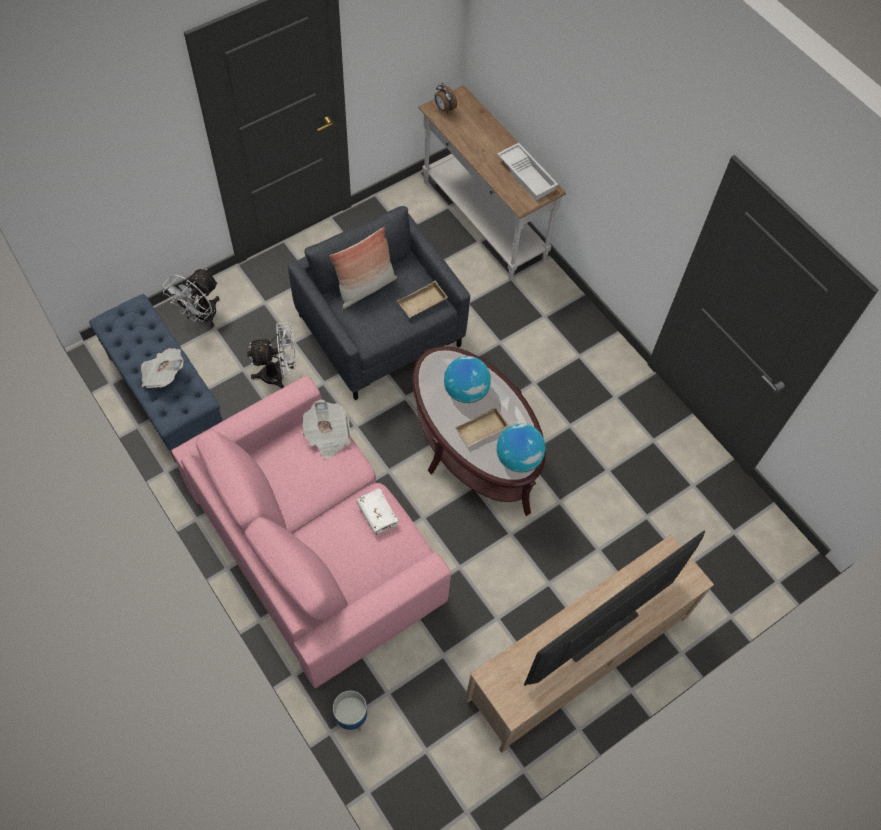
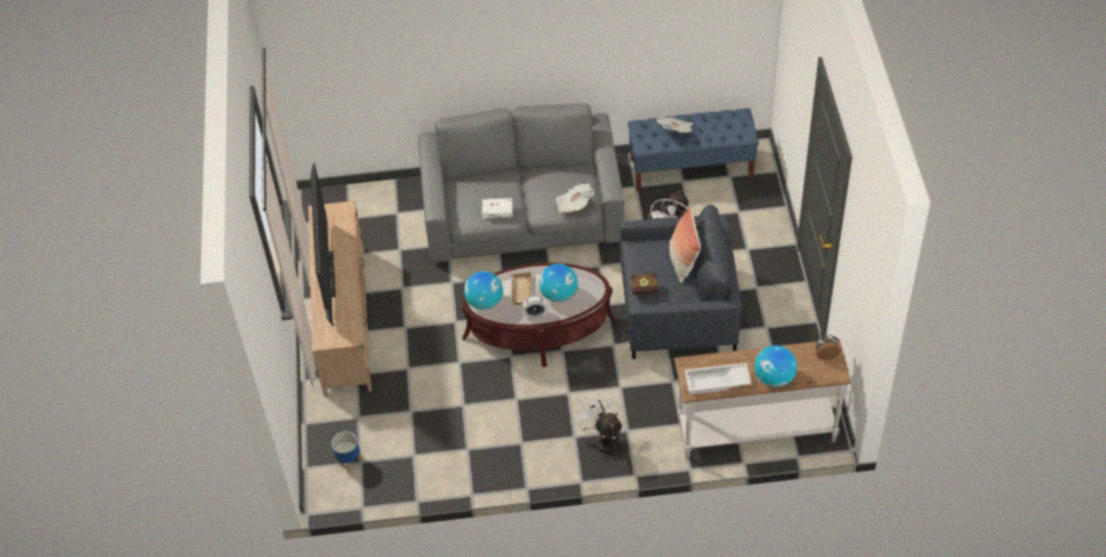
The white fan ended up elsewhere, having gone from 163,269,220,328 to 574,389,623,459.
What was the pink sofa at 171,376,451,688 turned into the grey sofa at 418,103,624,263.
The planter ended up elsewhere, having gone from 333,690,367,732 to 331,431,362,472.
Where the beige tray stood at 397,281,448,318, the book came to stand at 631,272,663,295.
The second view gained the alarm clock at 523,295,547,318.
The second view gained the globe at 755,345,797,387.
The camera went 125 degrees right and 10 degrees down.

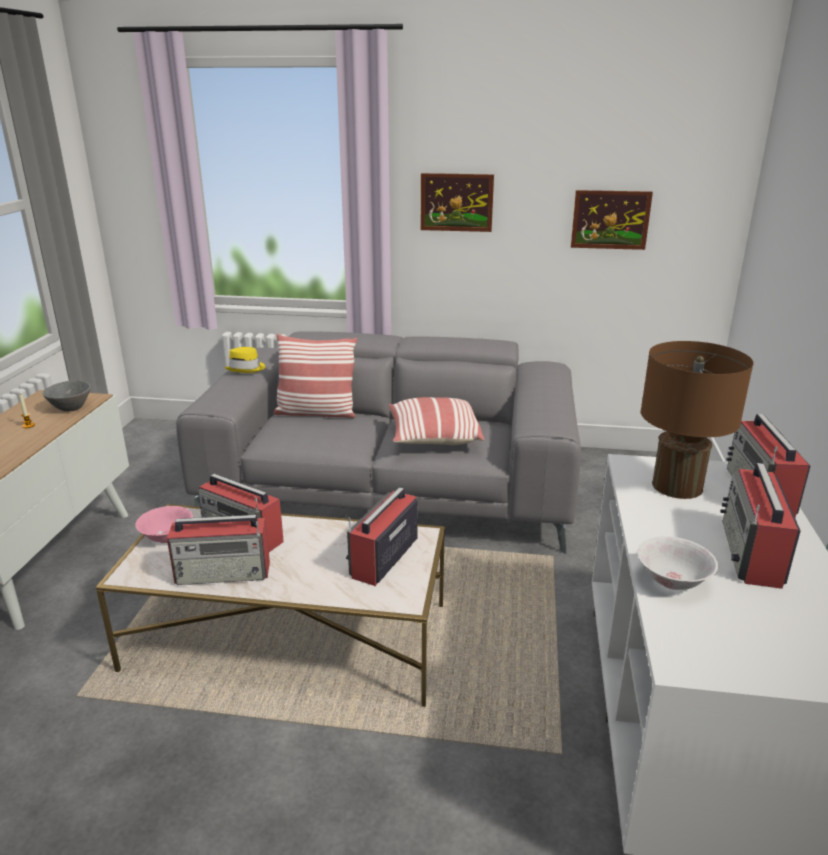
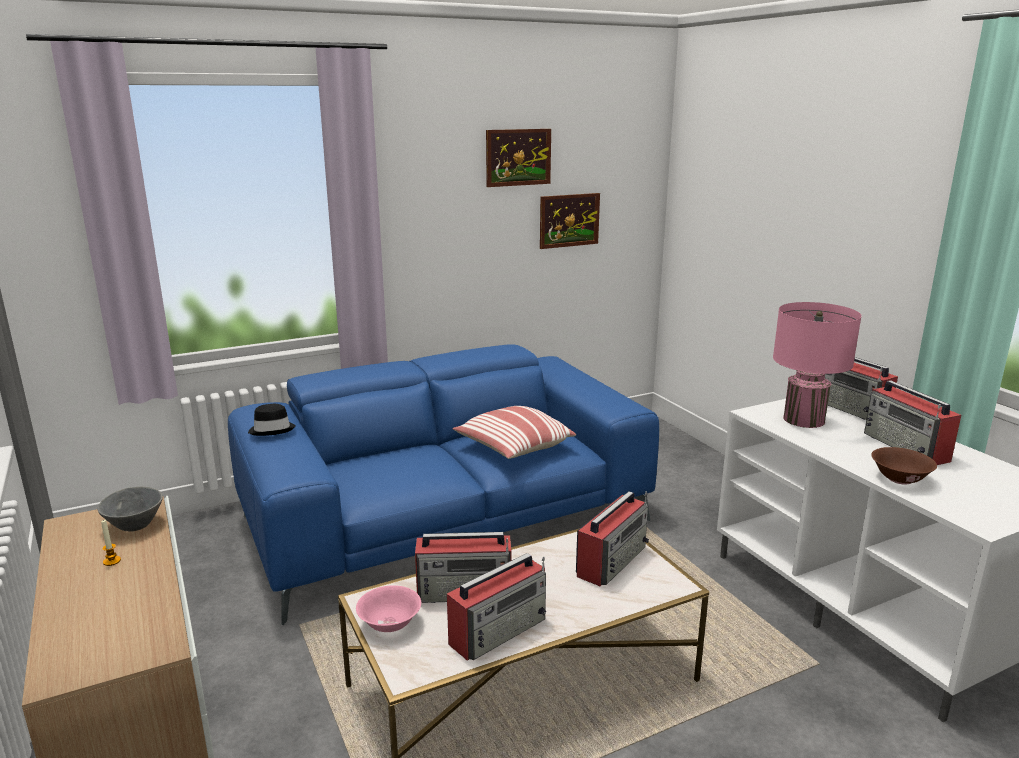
What was the grey sofa at 176,331,581,554 turned into the blue sofa at 228,344,659,625.
What was the yellow hat at 224,347,265,373 turned into the black hat at 248,404,296,436.
The second view lost the pillow at 273,334,357,418.
The radio at 346,487,417,586 ended up facing another way, 135 degrees counterclockwise from before.
The picture ended up elsewhere, having gone from 421,173,494,232 to 486,129,551,187.
What was the white bowl at 637,536,718,590 turned into the brown bowl at 871,447,937,485.
What was the brown table lamp at 641,341,754,499 turned into the pink table lamp at 773,302,862,428.
The camera went 35 degrees left and 5 degrees down.

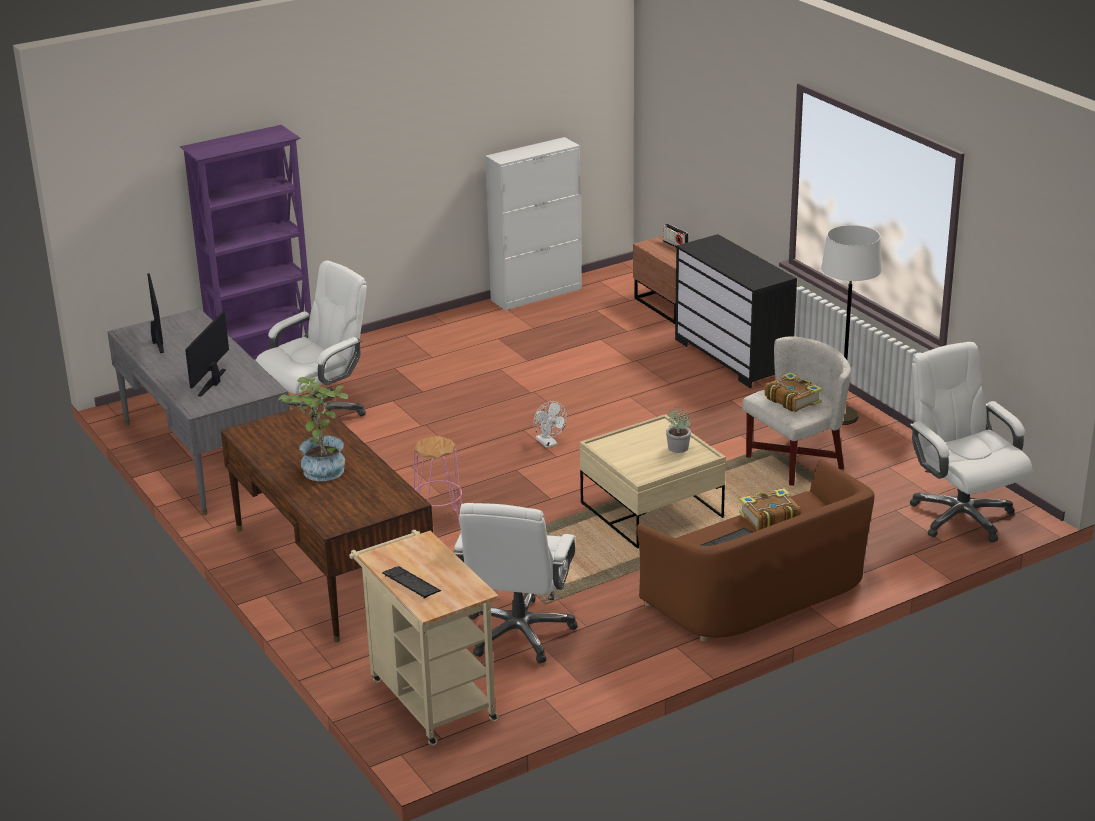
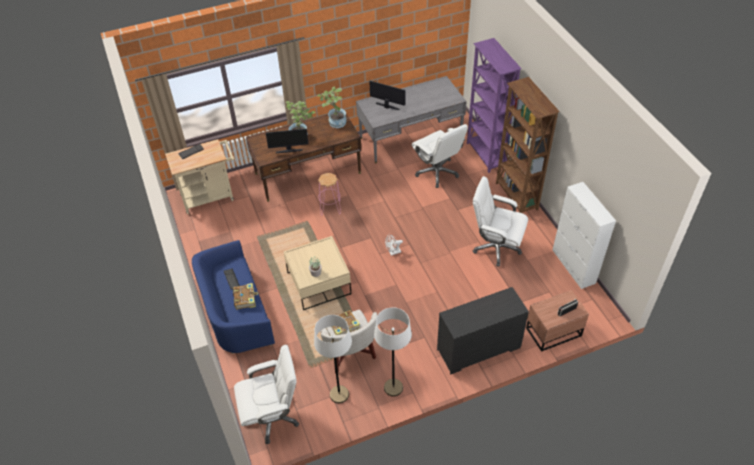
The monitor ended up elsewhere, having gone from 147,273,164,353 to 266,128,309,153.
The white office chair ended up elsewhere, having gone from 453,503,578,663 to 473,176,528,266.
What was the brown sofa at 636,460,874,642 turned into the blue sofa at 192,240,275,354.
The second view gained the white floor lamp at 314,315,352,403.
The second view gained the potted plant at 317,87,347,128.
The second view gained the brown bookcase at 496,77,560,213.
The camera went 100 degrees right and 20 degrees up.

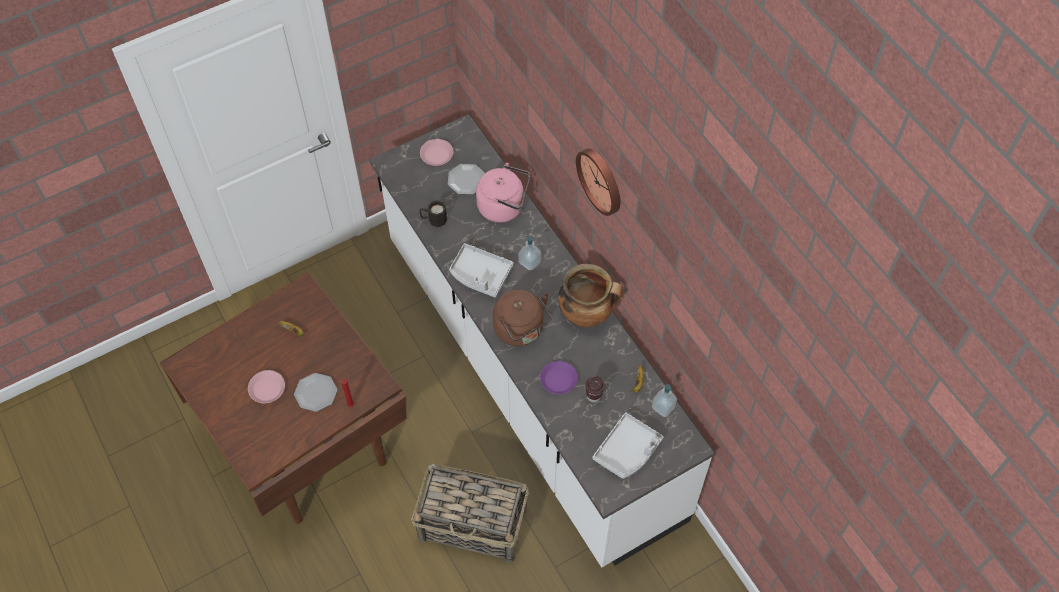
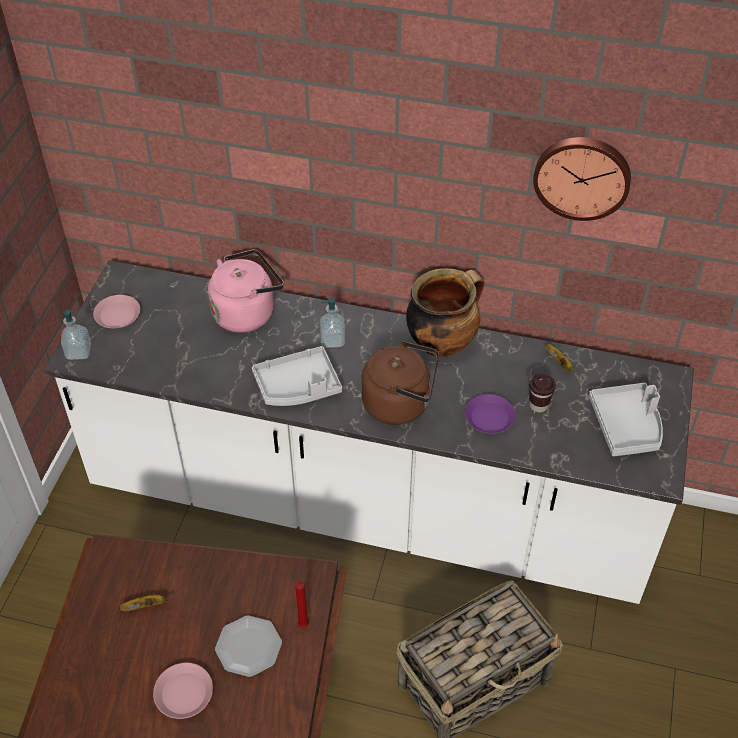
The second view lost the black mug at 419,200,447,227.
The second view lost the plate at 448,164,485,195.
The wall clock ended up elsewhere, having gone from 576,149,621,216 to 533,137,631,221.
The soap dispenser ended up elsewhere, having gone from 652,384,677,417 to 61,309,91,360.
The camera went 45 degrees left and 10 degrees down.

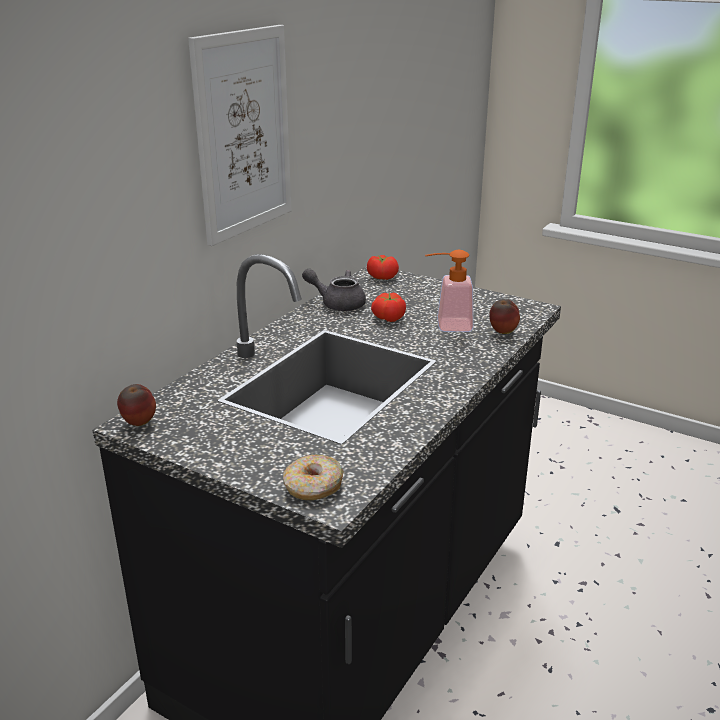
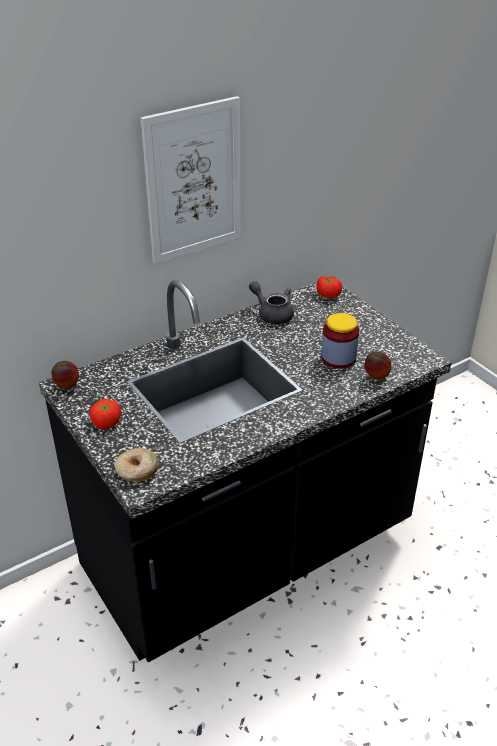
The tomato ended up elsewhere, having gone from 371,292,406,322 to 89,399,121,430.
Where the soap dispenser stood at 425,250,474,332, the jar came to stand at 321,313,359,369.
The camera went 25 degrees right and 10 degrees up.

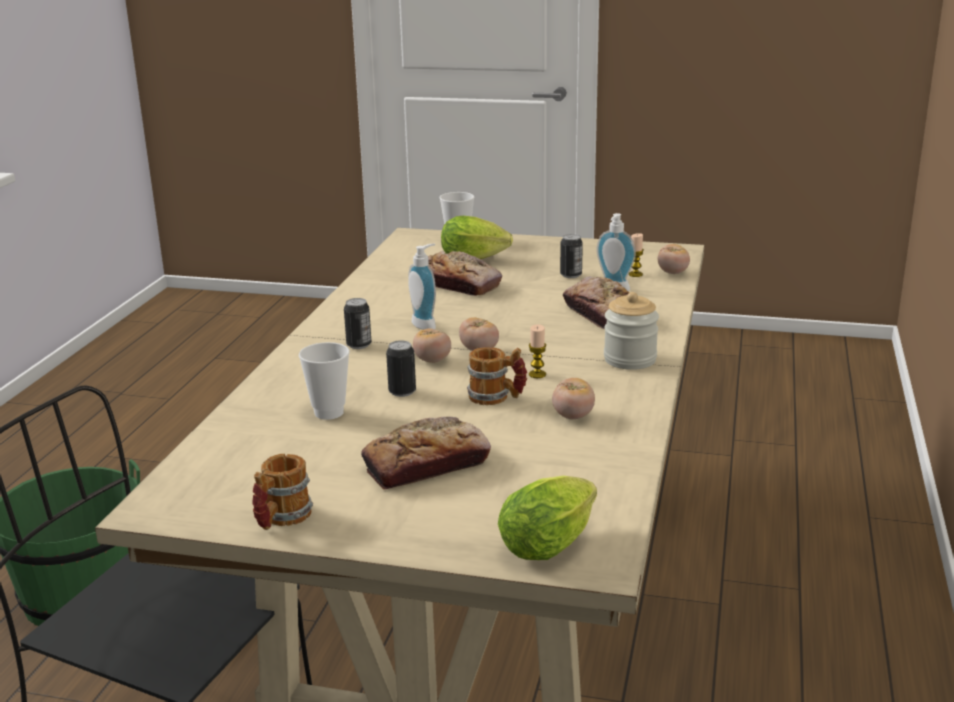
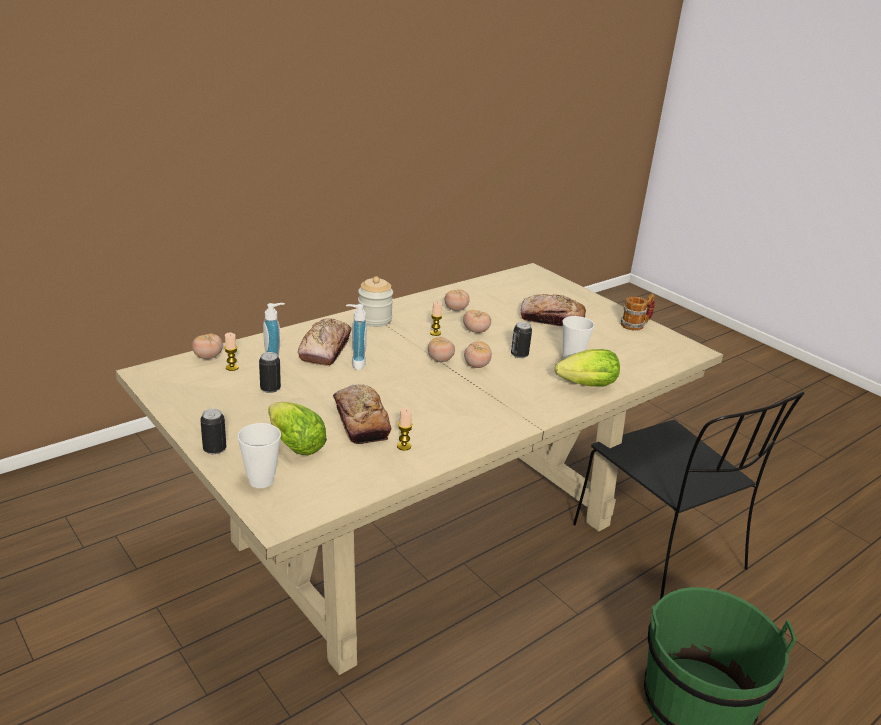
The can ended up elsewhere, having gone from 344,298,371,349 to 200,408,226,454.
The soap dispenser ended up elsewhere, having gone from 408,244,436,330 to 346,304,367,370.
Where the mug stood at 467,347,527,405, the tomato came to stand at 463,310,491,333.
The lettuce ended up elsewhere, having gone from 498,475,597,560 to 555,349,620,386.
The second view gained the candle at 397,408,413,451.
The camera went 145 degrees left and 5 degrees up.

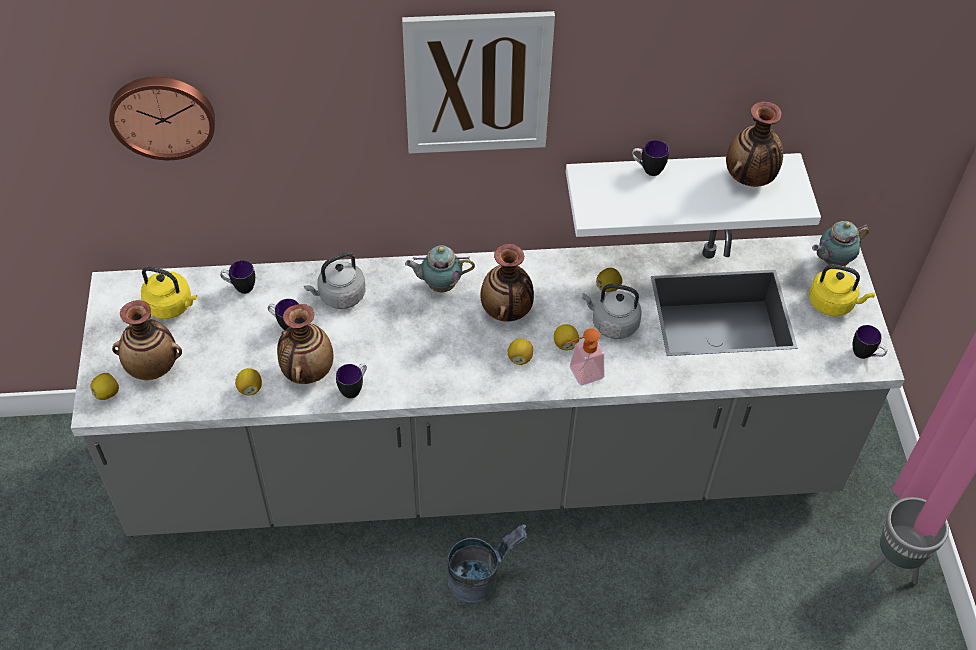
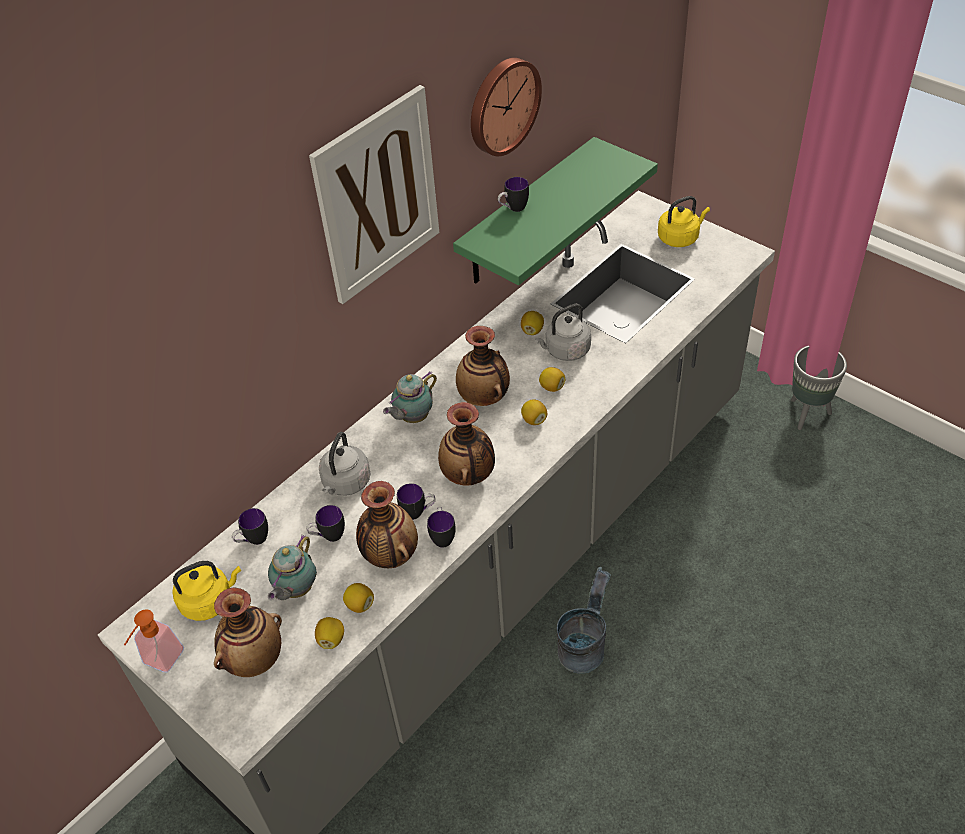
The lemon ended up elsewhere, having gone from 90,373,119,400 to 315,617,344,649.
The wall clock ended up elsewhere, having gone from 109,77,215,160 to 471,58,542,156.
What was the white shelf at 566,153,821,237 turned into the green shelf at 453,137,658,285.
The soap dispenser ended up elsewhere, having gone from 566,328,604,385 to 124,609,184,672.
The vase ended up elsewhere, having gone from 726,102,783,187 to 438,402,495,486.
The teapot ended up elsewhere, having gone from 812,221,869,266 to 268,535,317,600.
The mug ended up elsewhere, having gone from 853,325,887,359 to 397,483,436,520.
The camera went 40 degrees left and 5 degrees down.

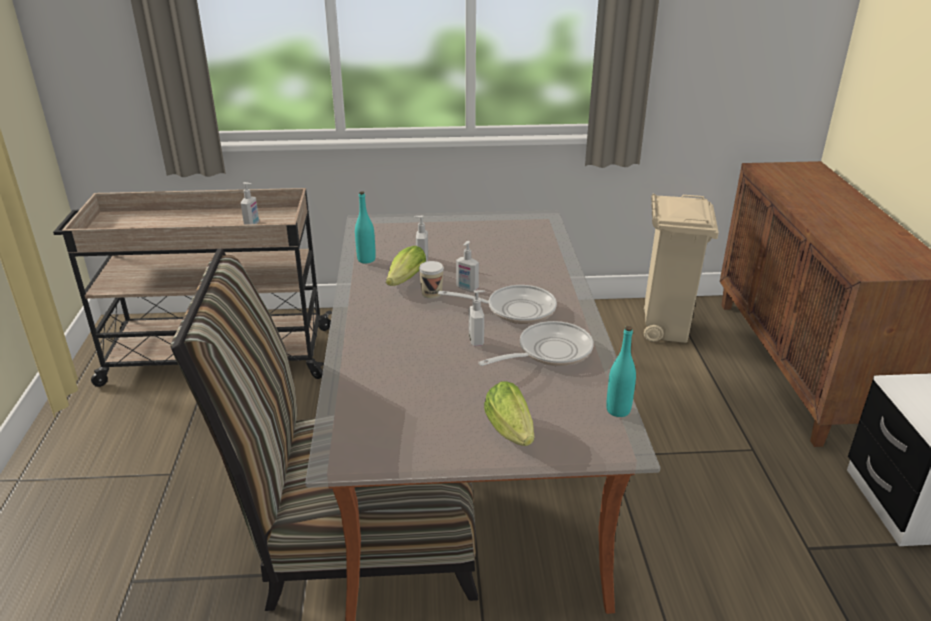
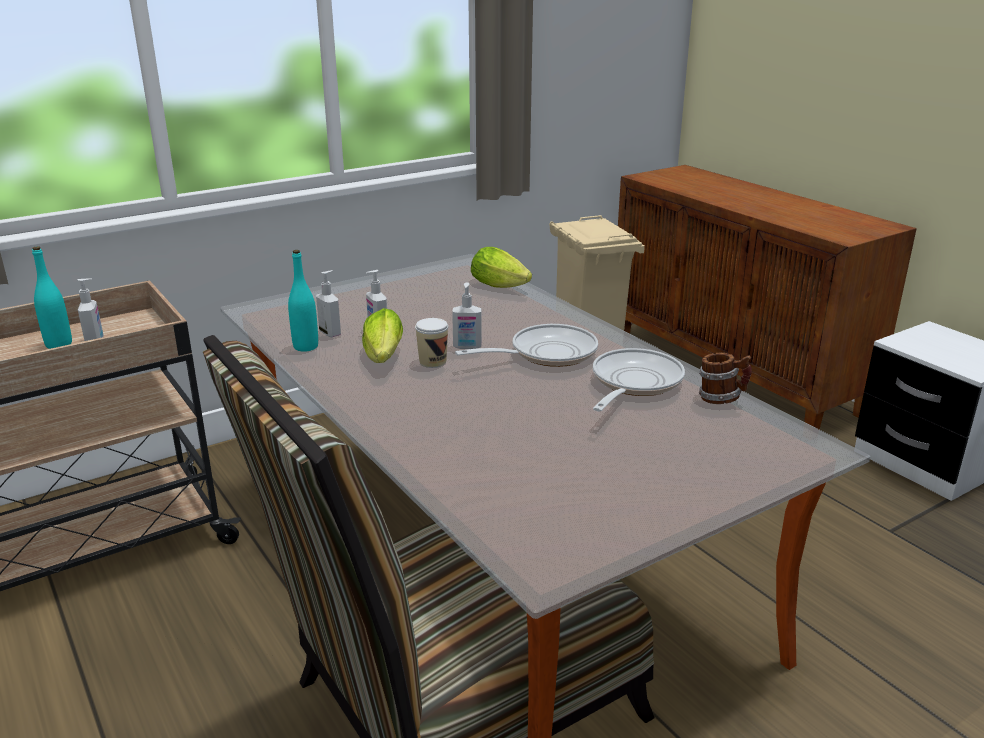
The soap dispenser ended up elsewhere, having gone from 469,290,485,346 to 316,270,341,337.
The lettuce ended up elsewhere, having gone from 484,382,534,446 to 471,247,532,288.
The turquoise bottle ended up elsewhere, having gone from 606,326,636,417 to 32,246,72,349.
The second view gained the mug at 699,353,752,404.
The camera went 30 degrees left and 5 degrees down.

